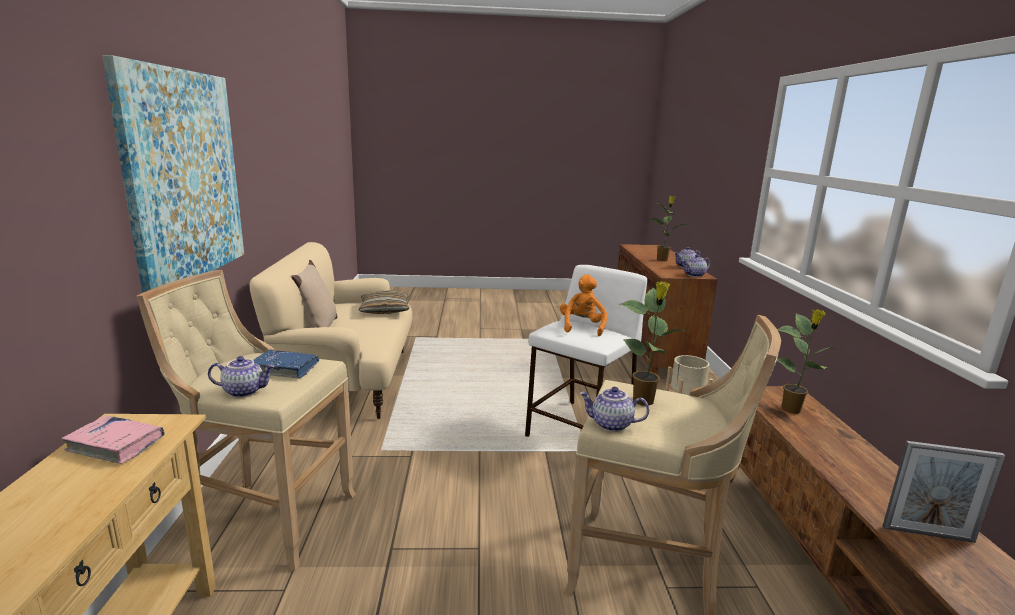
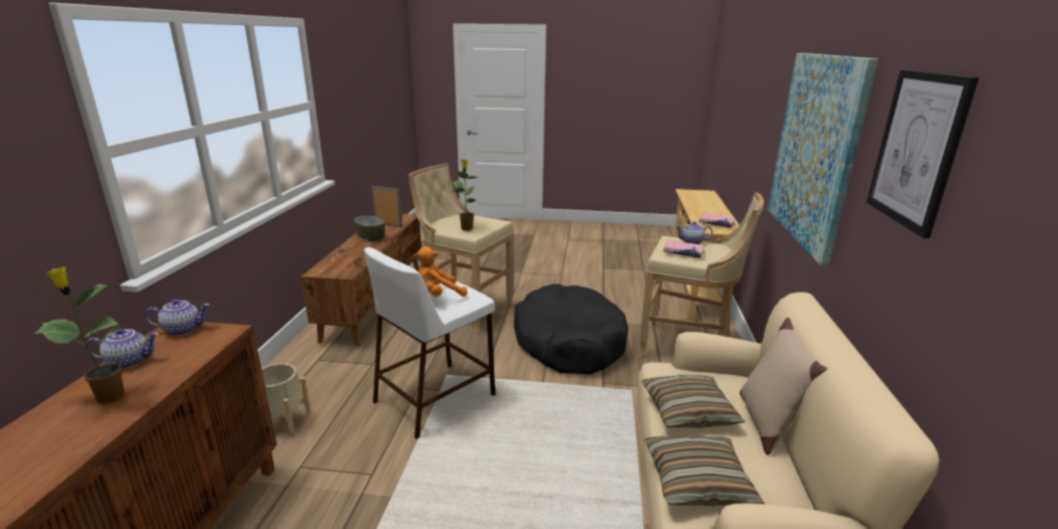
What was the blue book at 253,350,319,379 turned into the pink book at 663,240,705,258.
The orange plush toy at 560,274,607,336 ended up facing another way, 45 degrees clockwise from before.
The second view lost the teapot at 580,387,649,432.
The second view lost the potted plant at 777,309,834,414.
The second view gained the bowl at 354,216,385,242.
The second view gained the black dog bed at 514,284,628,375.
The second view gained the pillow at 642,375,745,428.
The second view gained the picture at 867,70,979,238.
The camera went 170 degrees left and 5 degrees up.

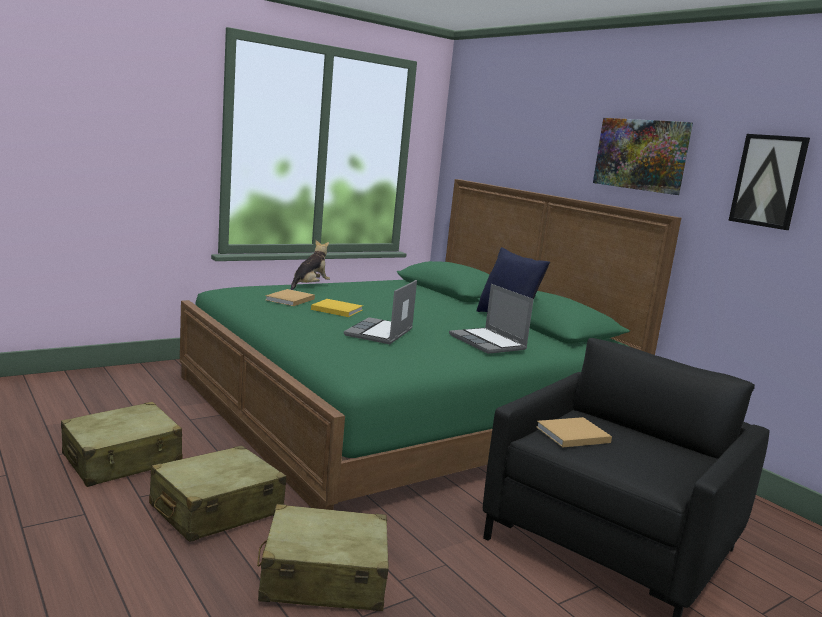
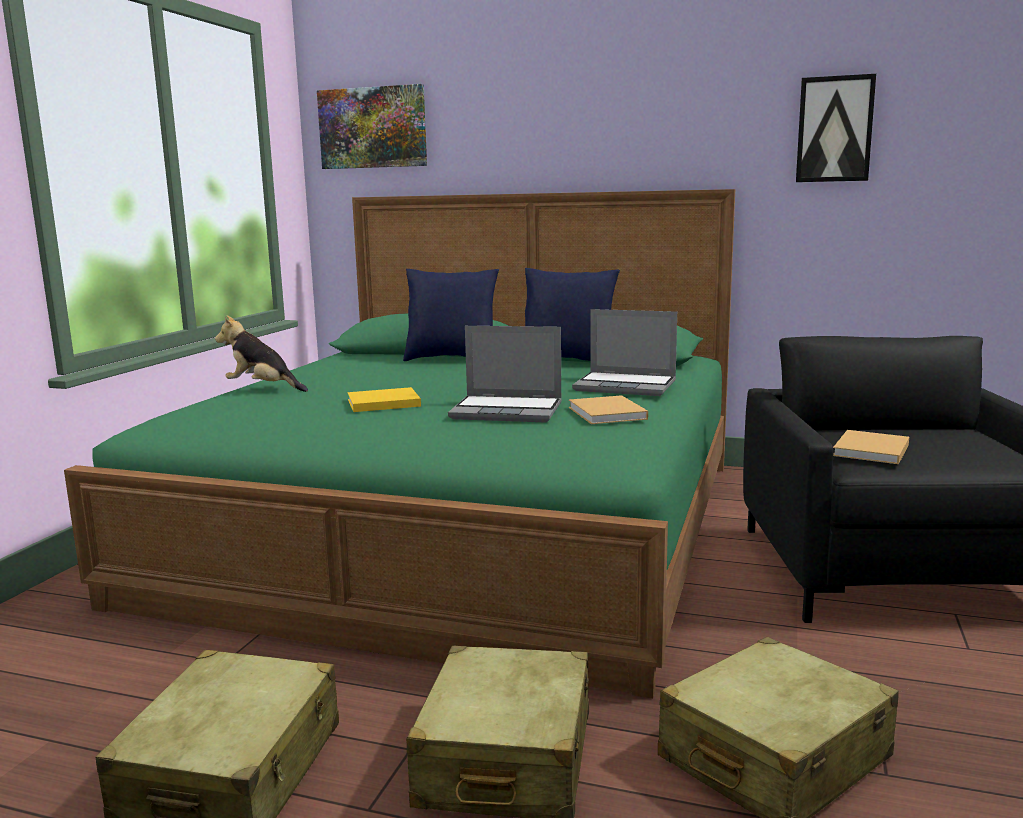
The beige book ended up elsewhere, having gone from 265,289,315,306 to 569,395,648,424.
The plush toy at 291,240,330,290 ended up facing another way, 60 degrees counterclockwise from before.
The laptop at 344,280,417,344 ended up facing another way, 60 degrees counterclockwise from before.
The picture ended up elsewhere, having gone from 593,118,693,195 to 317,84,427,169.
The second view gained the blue pillow at 403,269,499,361.
The camera went 35 degrees left and 0 degrees up.

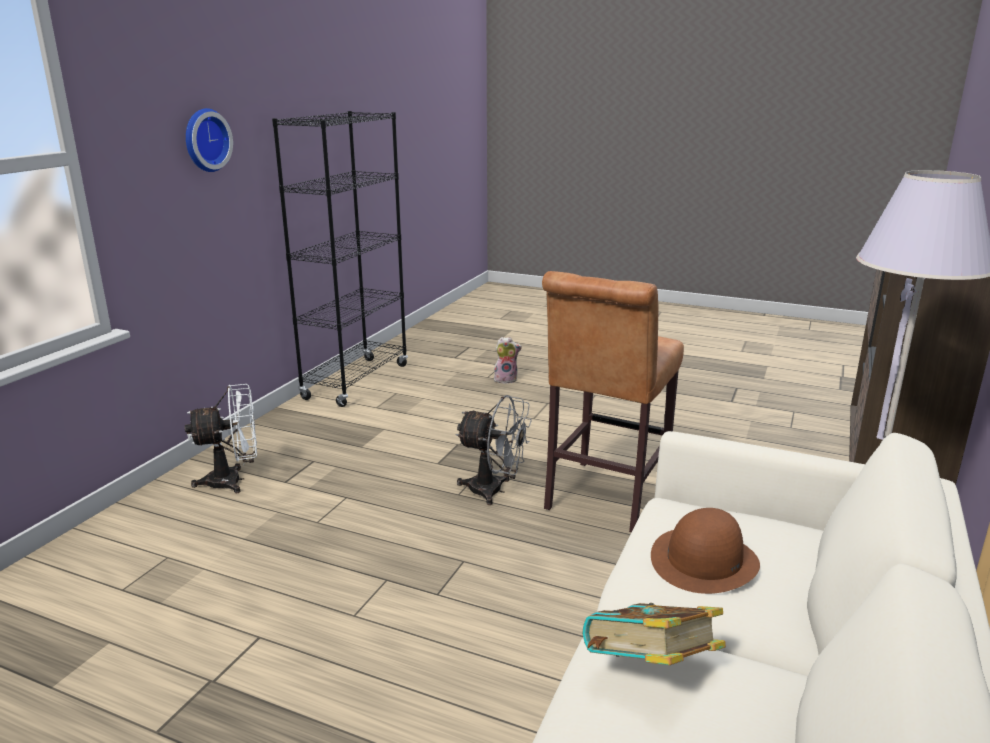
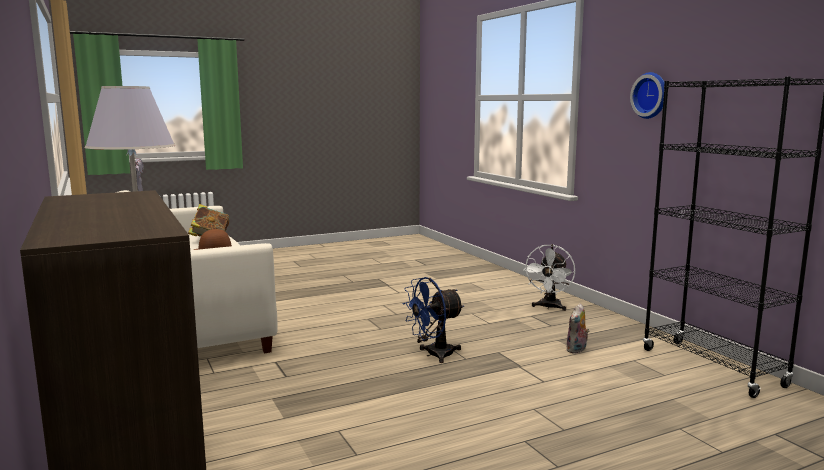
What was the grey fan at 456,395,532,505 turned into the blue fan at 403,277,464,363.
The plush toy ended up elsewhere, having gone from 494,337,522,384 to 566,303,589,354.
The second view lost the brown stool at 542,271,684,533.
The camera went 130 degrees right and 10 degrees down.

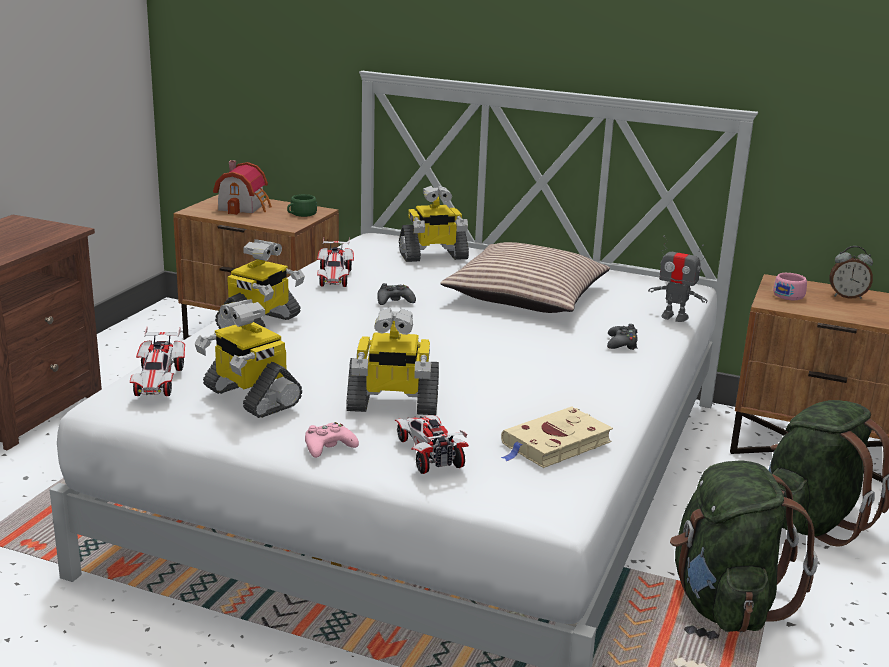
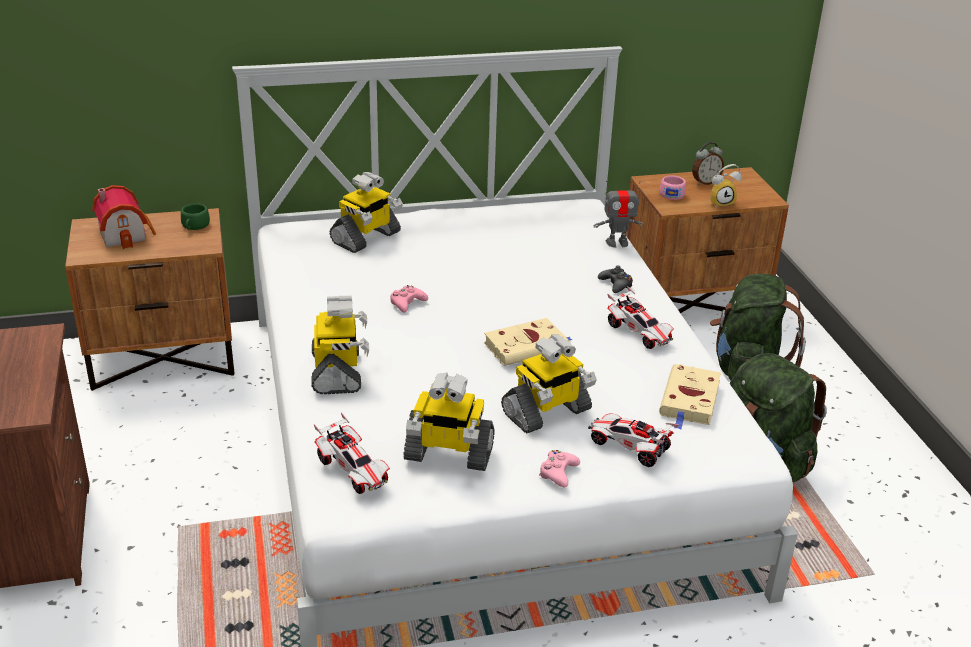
The toy car ended up elsewhere, having gone from 317,237,354,287 to 607,286,674,349.
What was the black game controller at 377,283,416,305 turned into the pink game controller at 391,285,428,312.
The second view lost the pillow at 441,242,610,313.
The second view gained the beige book at 484,318,573,366.
The second view gained the alarm clock at 710,164,742,207.
The camera went 35 degrees left and 10 degrees up.

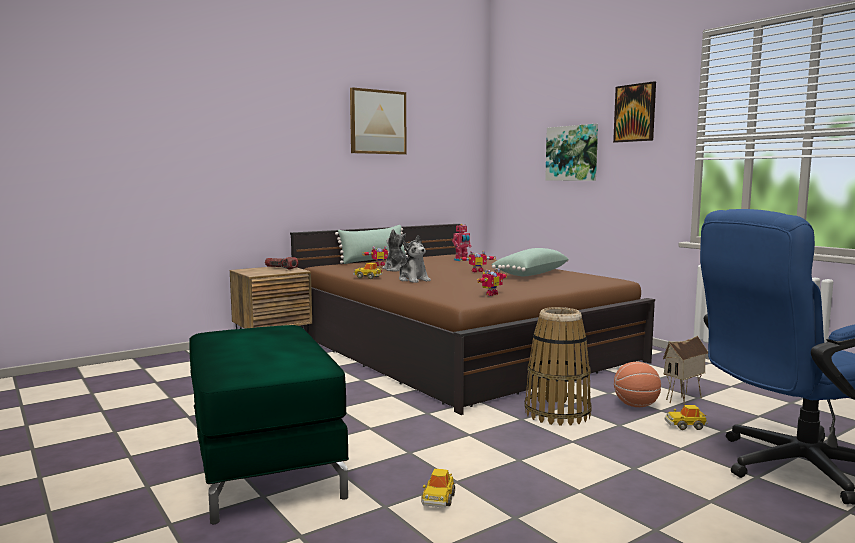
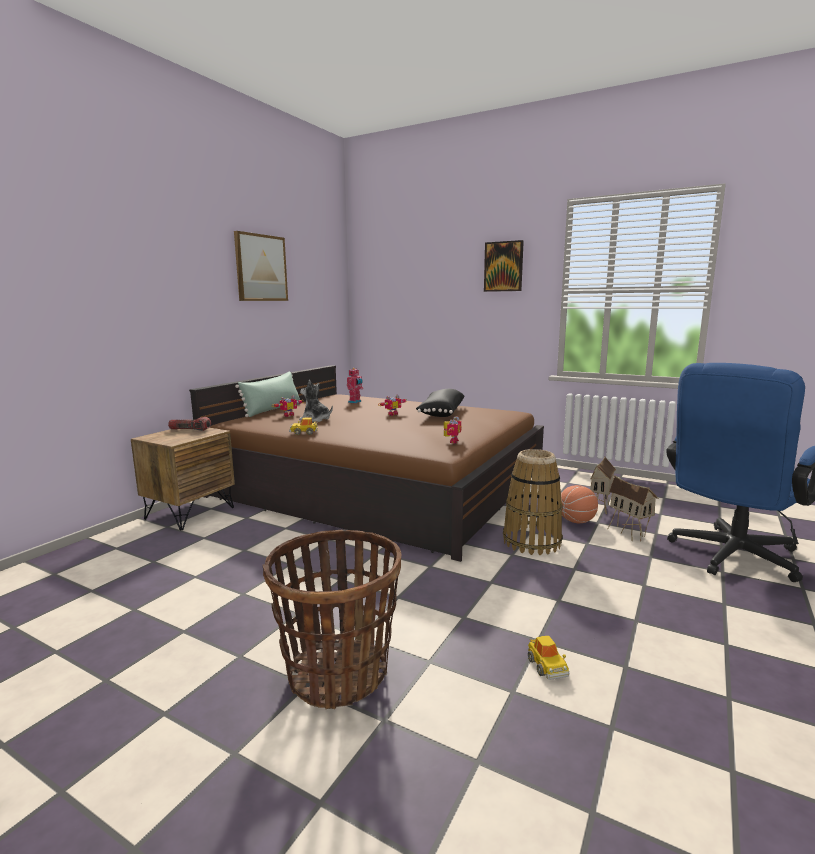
Where the green ottoman stood at 189,325,349,525, the basket came to stand at 262,530,402,709.
The second view lost the plush toy at 399,235,431,283.
What was the green pillow at 491,248,568,276 turned into the black pillow at 416,389,465,417.
The second view lost the picture at 545,124,598,181.
Where the toy car stood at 665,405,707,430, the toy house came to stand at 607,475,659,541.
The camera went 25 degrees left and 5 degrees up.

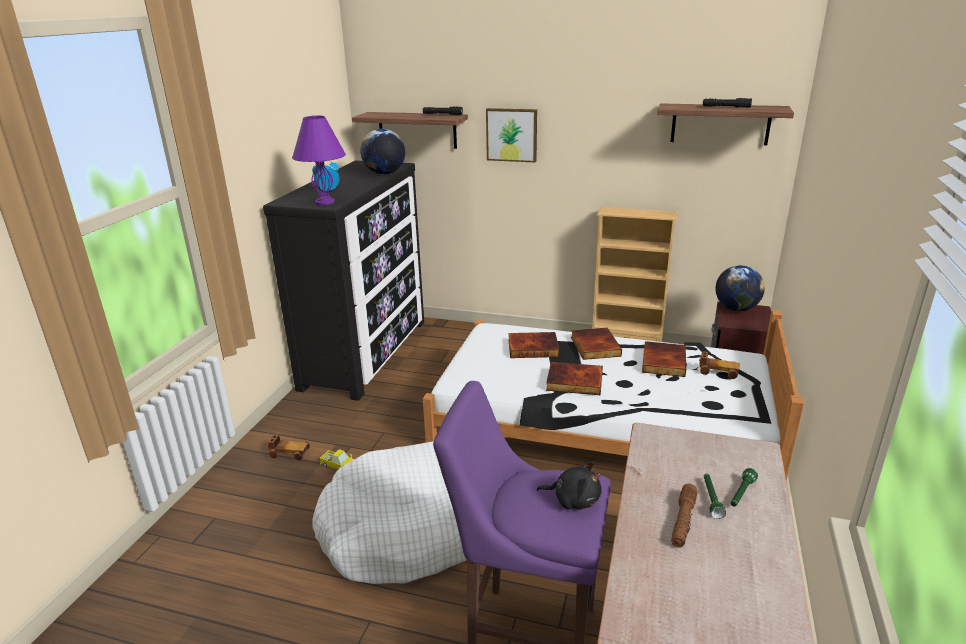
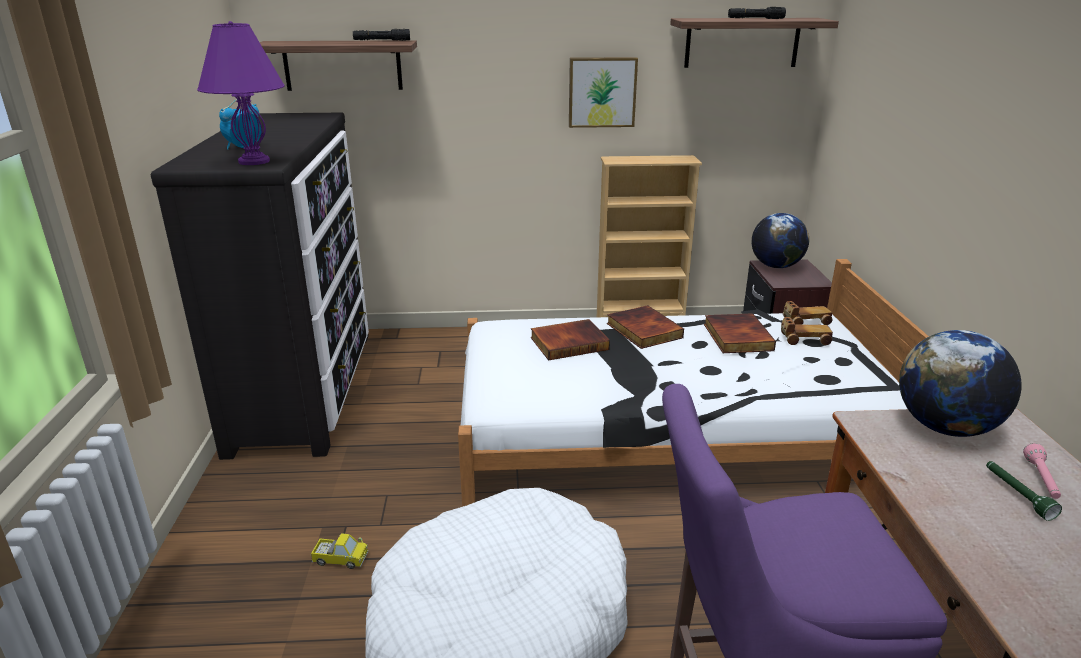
The toy car ended up elsewhere, having gone from 268,434,310,461 to 783,301,833,325.
The globe ended up elsewhere, having gone from 360,129,405,174 to 899,330,1021,437.
The picture ended up elsewhere, having gone from 486,108,537,162 to 569,57,638,128.
The second view lost the black plush toy at 537,462,602,509.
The second view lost the book at 546,362,603,395.
The second view lost the brown flashlight at 671,483,697,547.
What was the green flashlight at 731,468,758,507 turned into the pink flashlight at 1023,443,1061,499.
The camera went 20 degrees left and 0 degrees up.

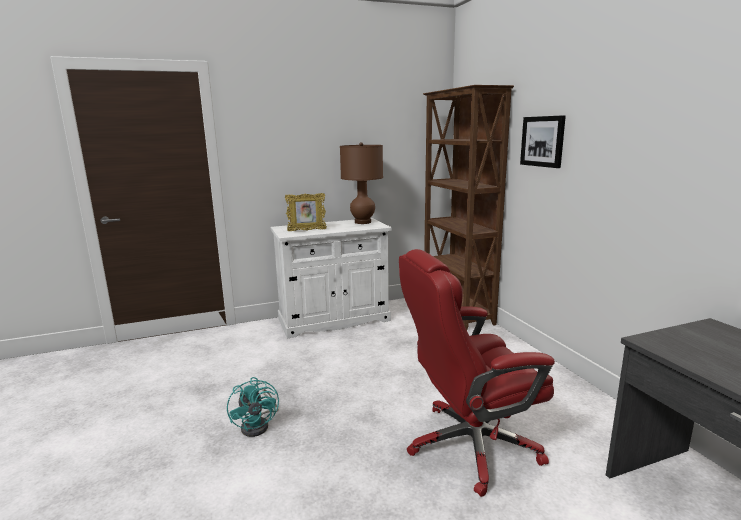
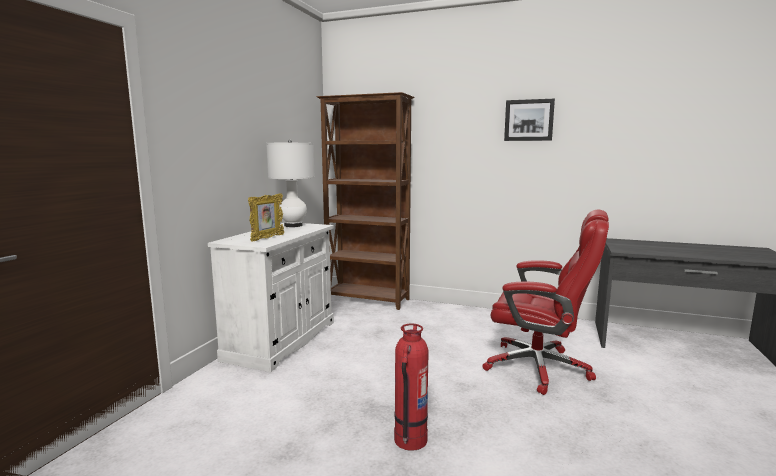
Where the turquoise fan stood at 227,377,279,437, the fire extinguisher came to stand at 394,324,429,451.
What was the brown table lamp at 340,142,383,224 turned into the white table lamp at 266,140,315,227.
The red office chair at 399,249,555,497 ended up facing another way, 90 degrees counterclockwise from before.
The picture ended up elsewhere, having gone from 520,115,566,168 to 504,99,555,141.
The camera went 50 degrees left and 5 degrees down.

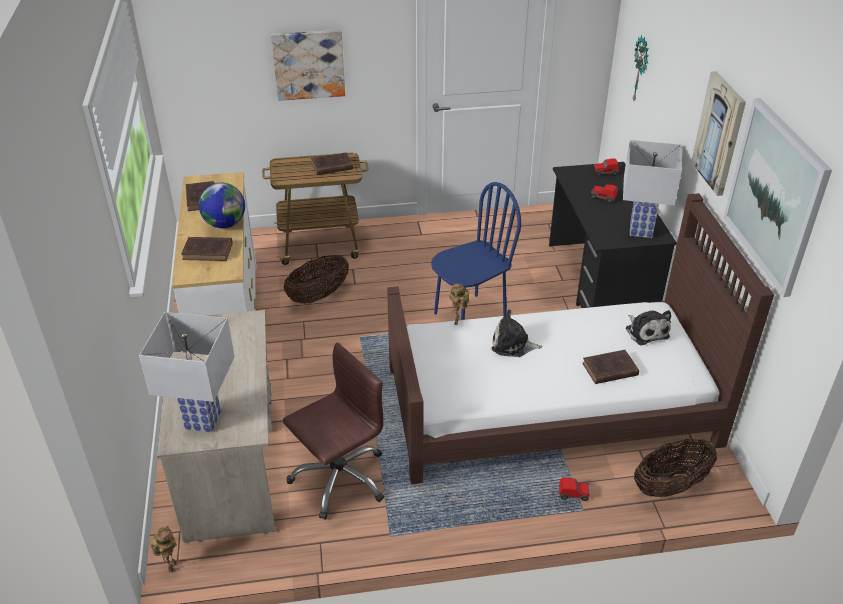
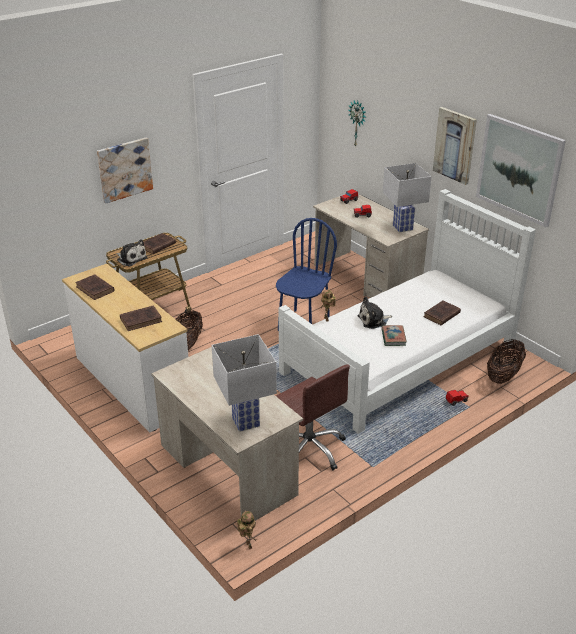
The second view lost the globe at 199,183,245,228.
The brown office chair at 283,343,384,520 ended up facing another way, 120 degrees clockwise from before.
What was the brown bed at 387,193,774,485 turned into the white bed at 278,189,536,434.
What was the black desk at 549,162,677,308 turned into the beige desk at 313,194,429,298.
The plush toy ended up elsewhere, having gone from 626,310,671,345 to 116,239,147,267.
The second view gained the book at 381,325,407,346.
The camera went 30 degrees left and 5 degrees down.

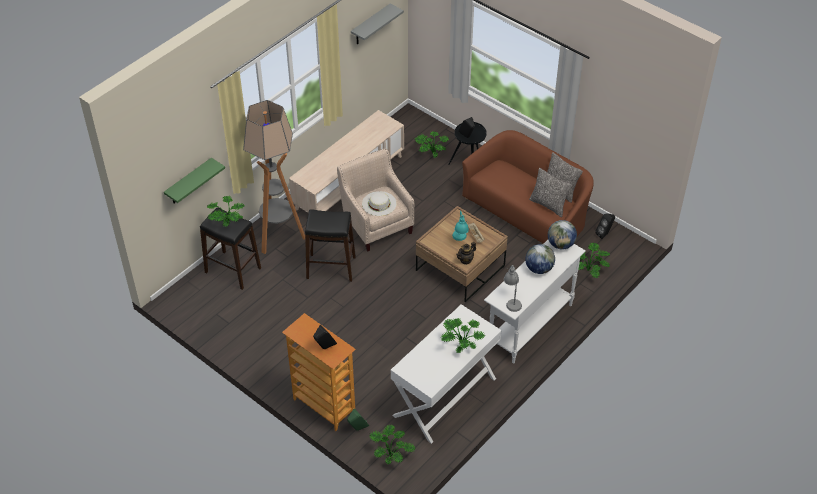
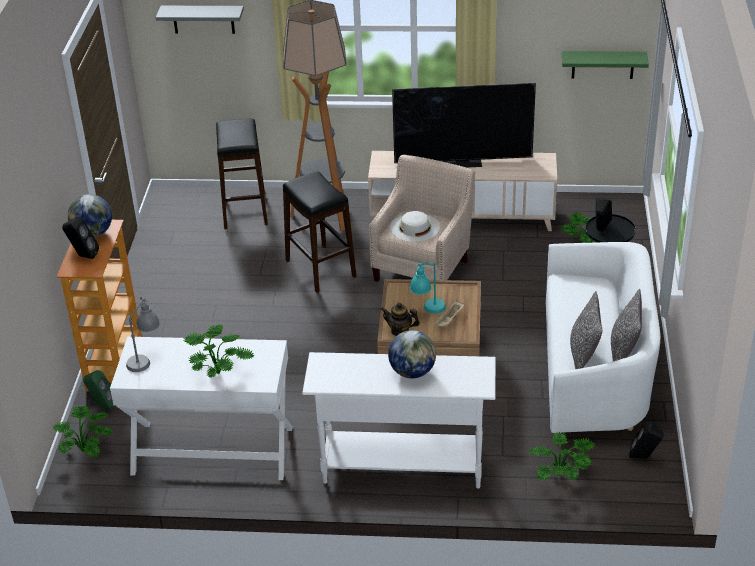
The green shelf ended up elsewhere, having gone from 164,158,225,204 to 562,51,649,79.
The second view lost the potted plant at 207,196,245,227.
The grey shelf ended up elsewhere, having gone from 351,3,404,44 to 155,6,244,34.
What was the brown sofa at 462,130,594,244 turned into the white sofa at 546,242,660,434.
The grey table lamp ended up elsewhere, having gone from 504,265,522,312 to 126,297,160,372.
The globe ended up elsewhere, having gone from 548,220,577,249 to 68,194,112,238.
The second view gained the television at 392,83,536,168.
The camera went 55 degrees right and 10 degrees down.

